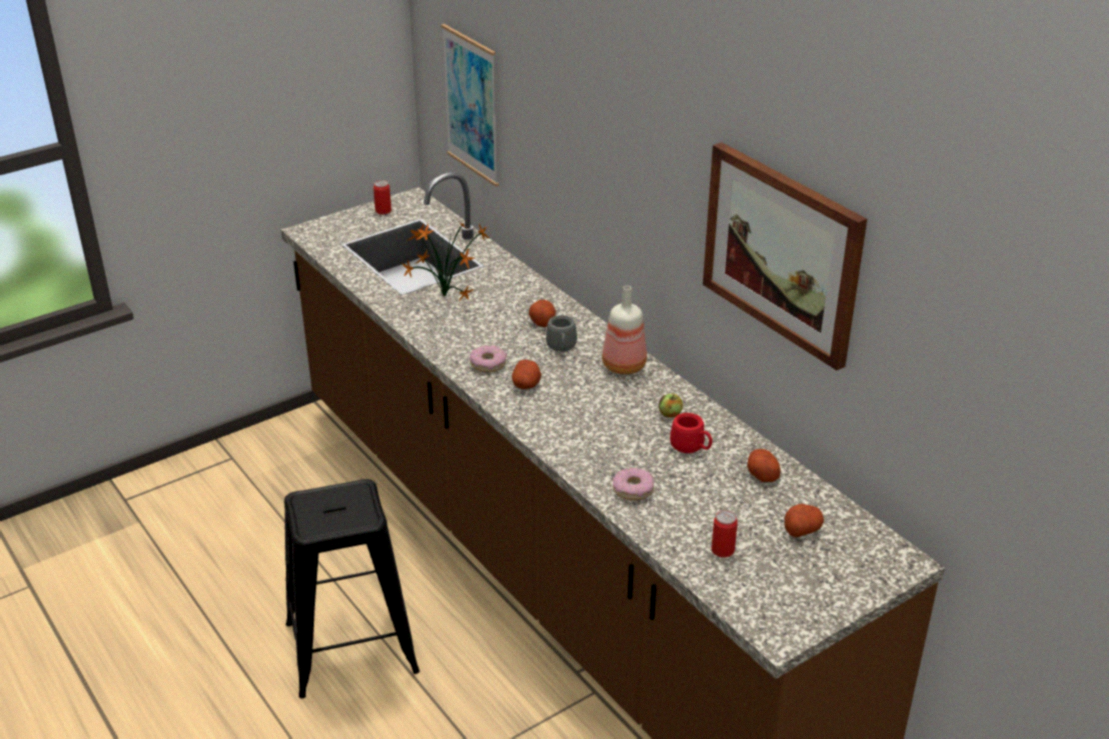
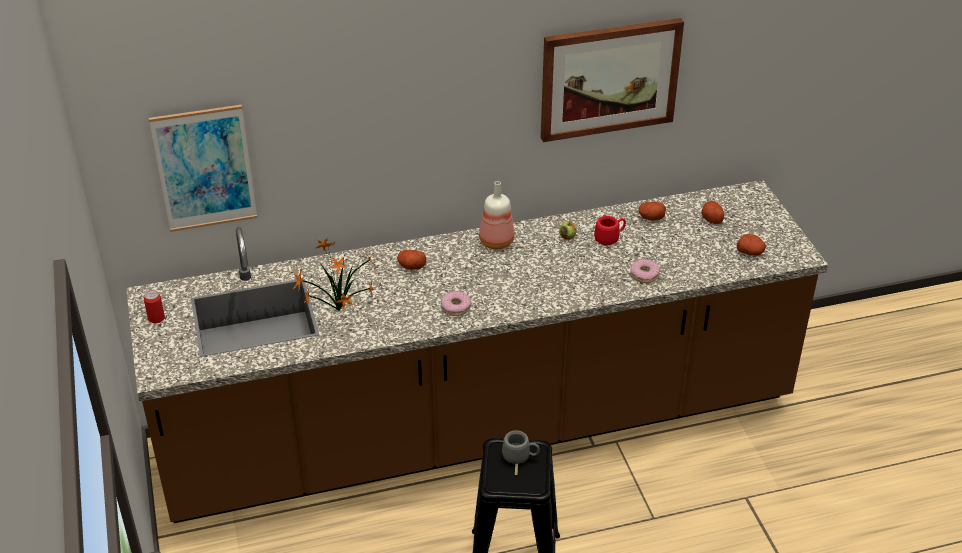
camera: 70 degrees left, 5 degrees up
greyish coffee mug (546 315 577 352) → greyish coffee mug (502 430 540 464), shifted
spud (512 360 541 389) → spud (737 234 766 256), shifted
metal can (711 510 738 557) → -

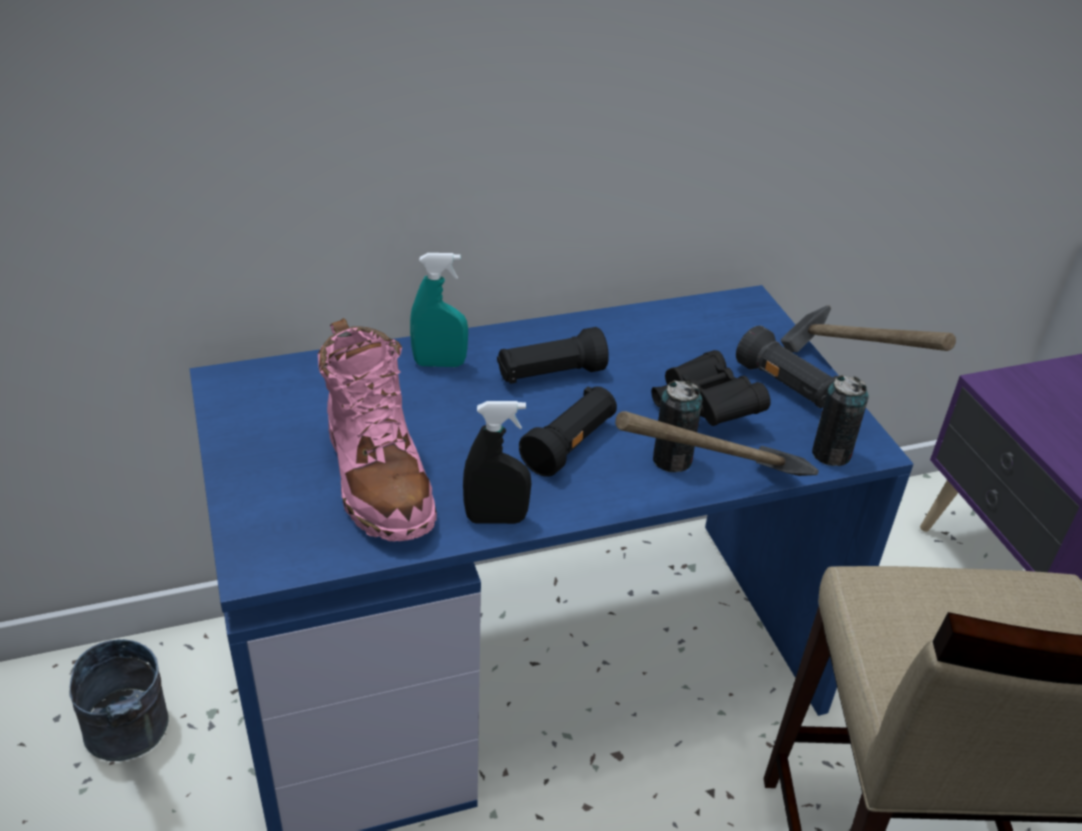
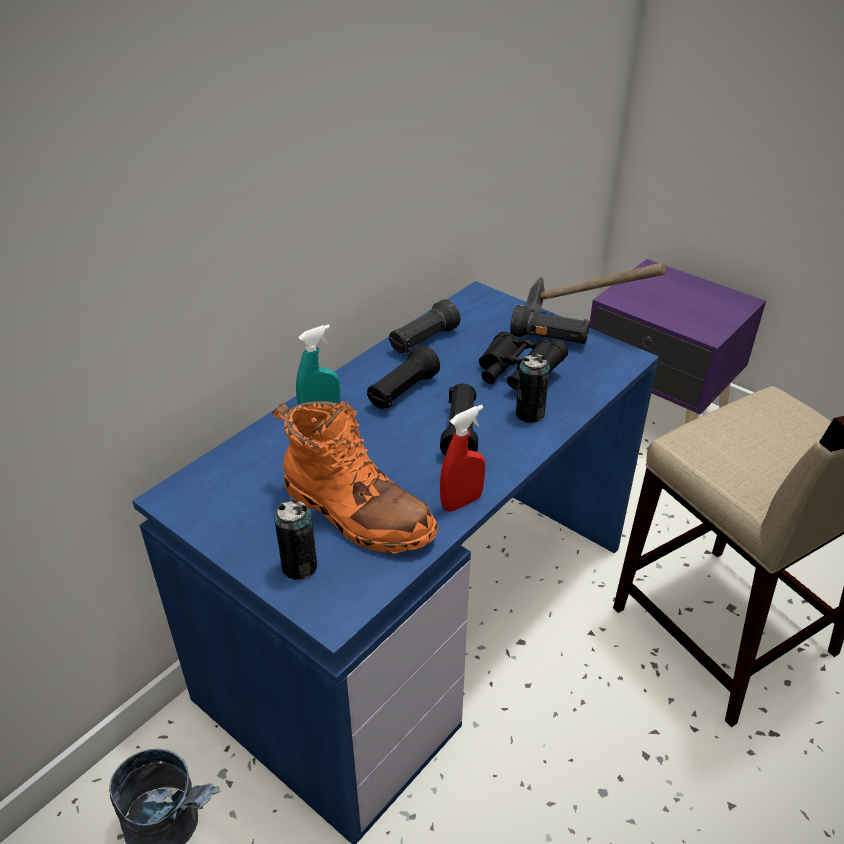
camera: 30 degrees left, 0 degrees up
pinkish boot (318 318 437 541) → orange-coloured boot (272 401 438 554)
metal can (812 375 869 466) → metal can (274 500 317 580), shifted
- → blackish torch (389 299 460 353)
blackish hand sprayer (463 401 532 524) → red-coloured hand sprayer (440 405 485 511)
hammer (615 411 819 476) → -

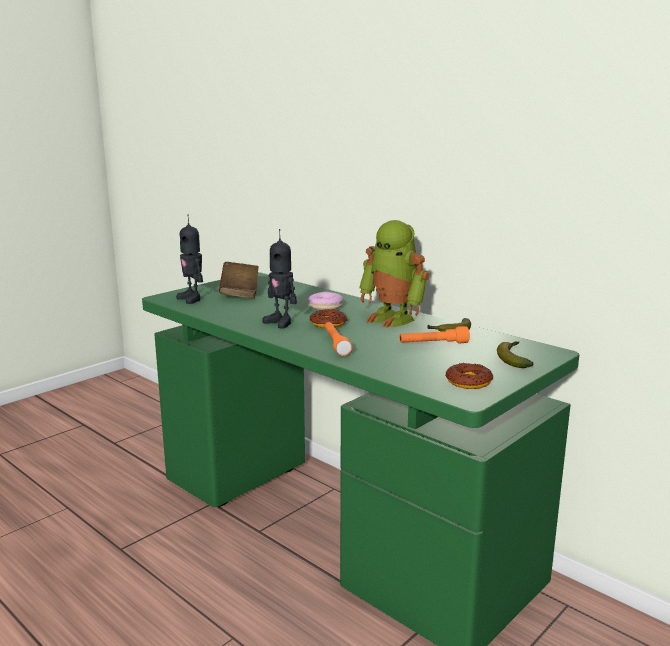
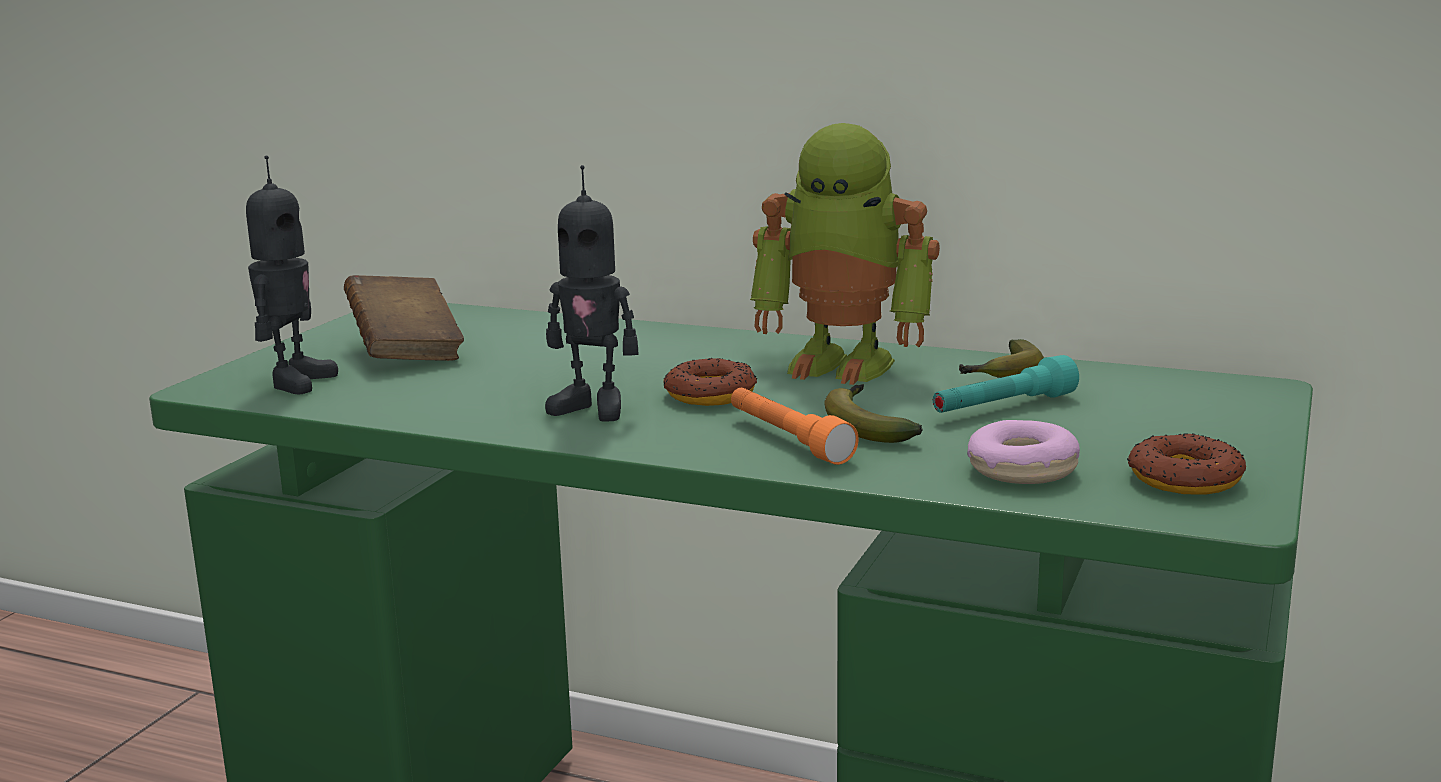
camera: 20 degrees left, 0 degrees up
robot figure (176 215 203 304) → robot figure (246 155 338 394), 105 degrees counterclockwise
banana (497 341 533 368) → banana (824 384 923 443), shifted
orange-coloured torch (400 326 470 344) → turquoise torch (933 355 1079 413)
doughnut (308 292 343 310) → doughnut (967 420 1080 484), shifted

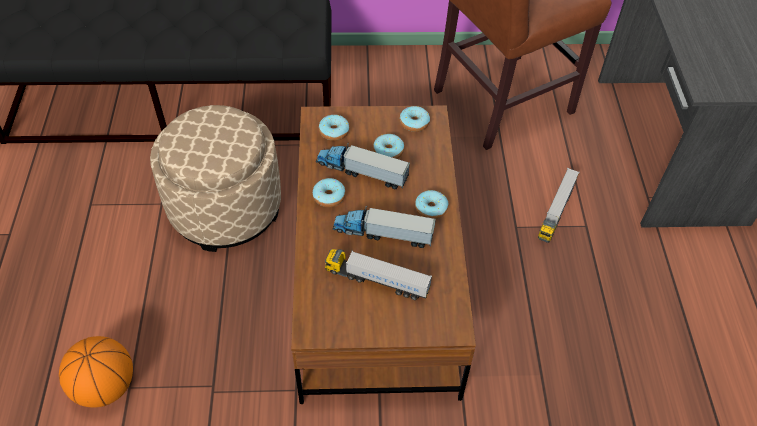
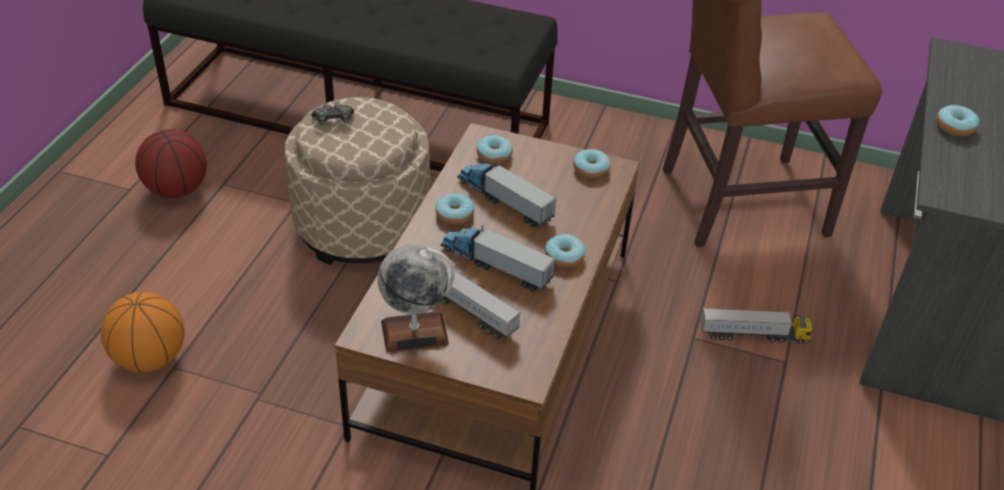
camera: 20 degrees right, 10 degrees down
- → basketball ball (135 129 207 198)
- → game controller (311 102 354 125)
- → desk globe (378 244 455 352)
toy truck (538 168 580 243) → toy truck (701 308 814 344), 135 degrees counterclockwise
doughnut (373 134 404 159) → doughnut (936 105 979 136), shifted

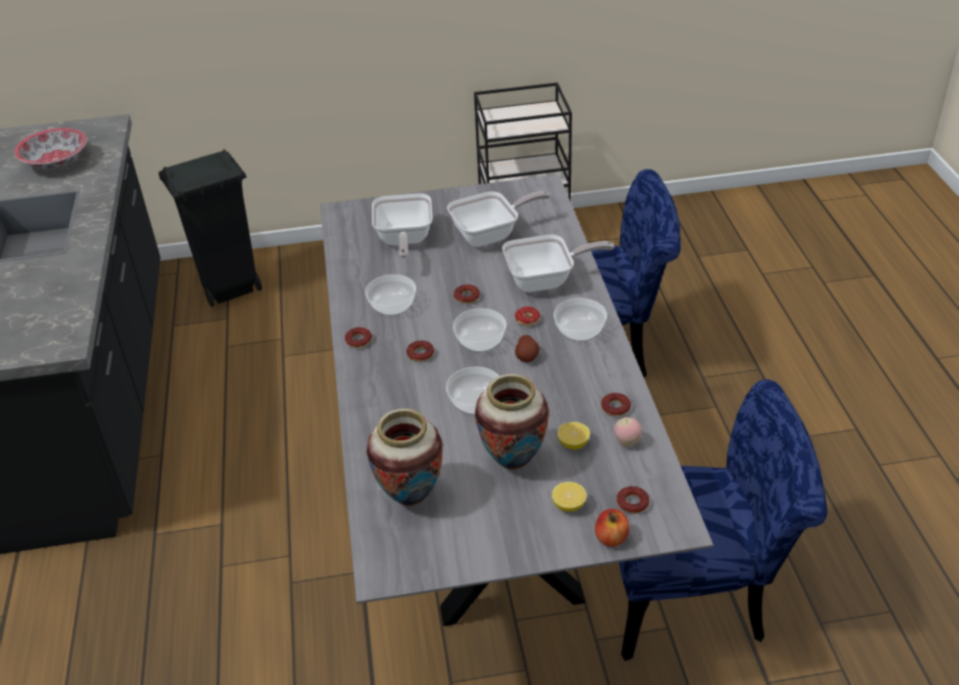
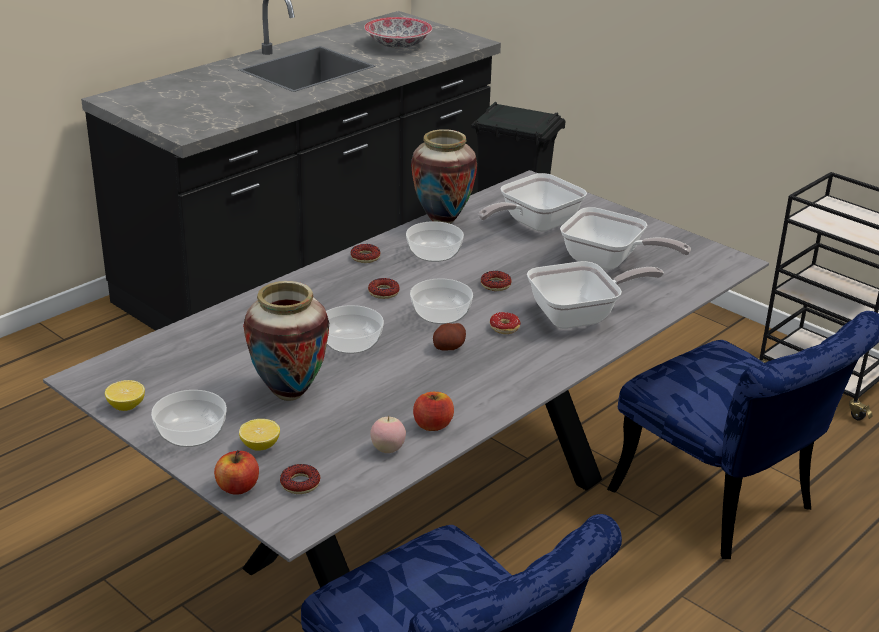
camera: 50 degrees right, 10 degrees down
citrus fruit (557 422 590 450) → citrus fruit (105 380 145 411), shifted
serving bowl (554 298 607 341) → serving bowl (151 390 227 447), shifted
vase (366 408 443 506) → vase (411 129 477 224), shifted
doughnut (601 393 631 417) → apple fruit (413 392 454 431)
pan (502 235 614 292) → pan (527 261 664 329), 60 degrees counterclockwise

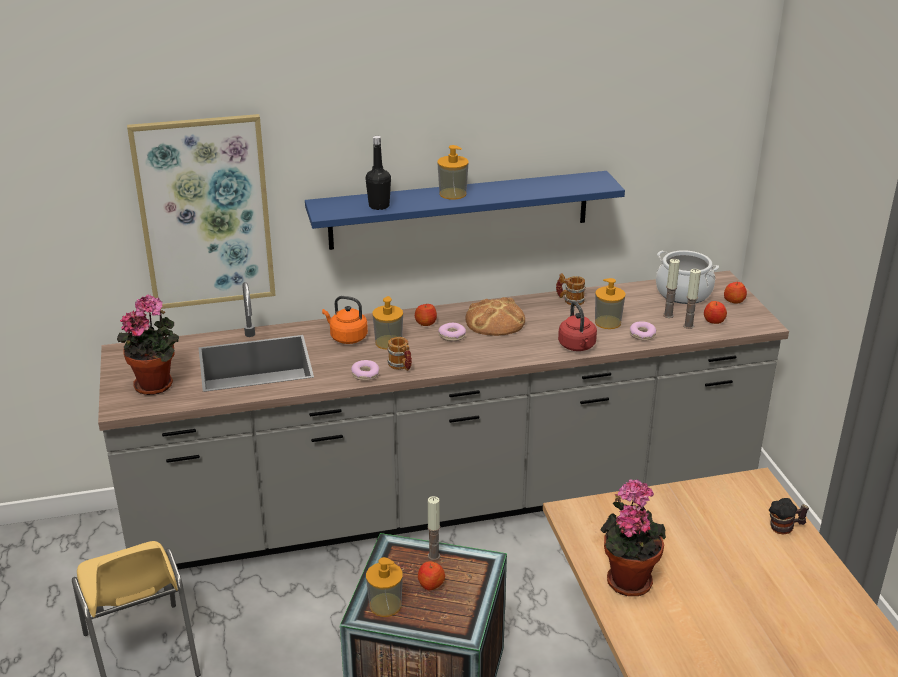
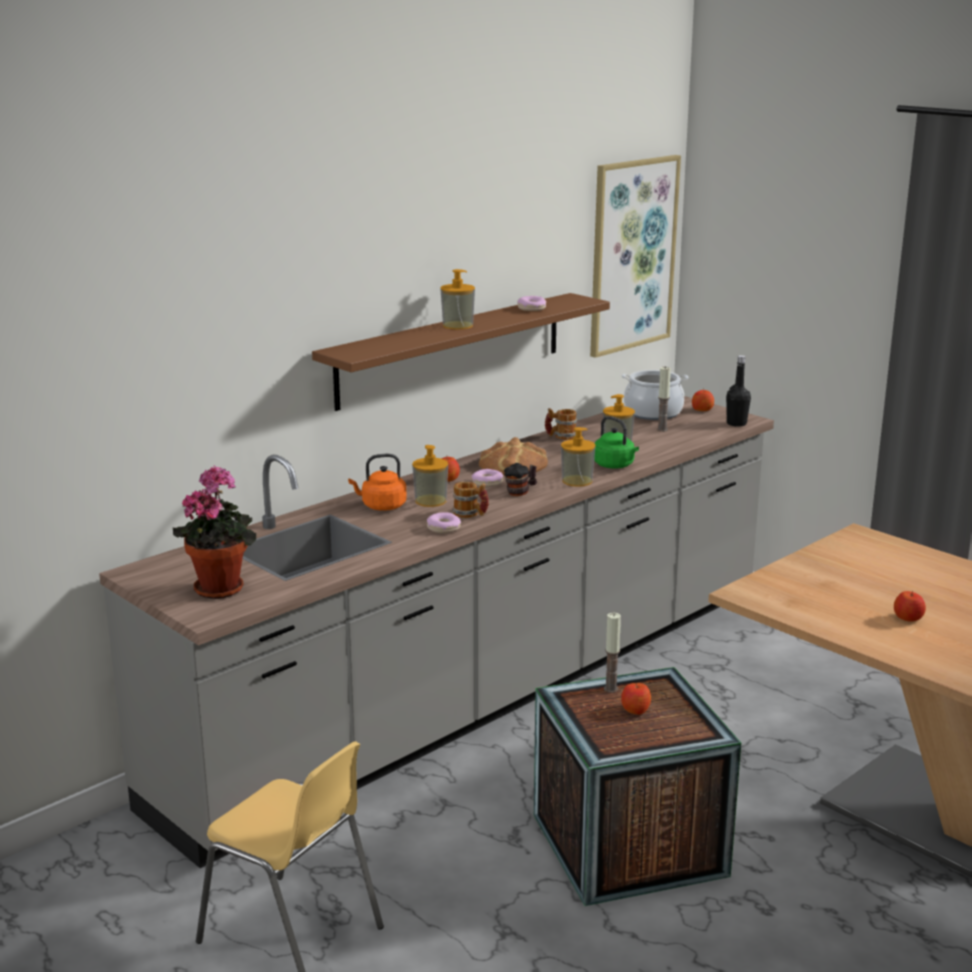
camera: 30 degrees left, 10 degrees down
blue-coloured bracket shelf (305 171 625 250) → brownish bracket shelf (312 293 610 411)
coffee mug (769 498 809 534) → coffee mug (504 463 537 496), shifted
doughnut (630 321 656 341) → doughnut (517 296 546 311), shifted
liquid soap bottle (366 557 403 617) → liquid soap bottle (561 427 595 487), shifted
wall art (127 114 276 309) → wall art (590 155 681 358), shifted
red-coloured kettle (558 301 597 351) → green kettle (594 416 639 469)
blackish drink bottle (366 136 391 210) → blackish drink bottle (726 355 751 427), shifted
apple fruit (704 301 727 324) → apple fruit (894 591 926 622), shifted
houseplant (600 479 666 596) → -
wax light (683 269 701 329) → -

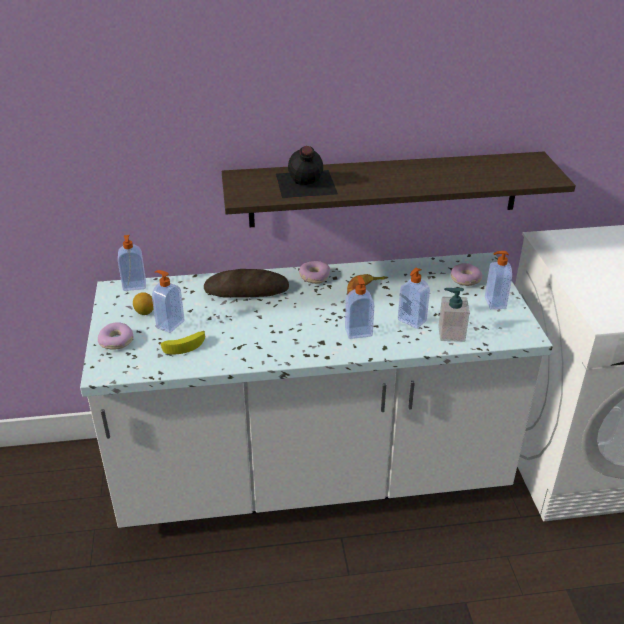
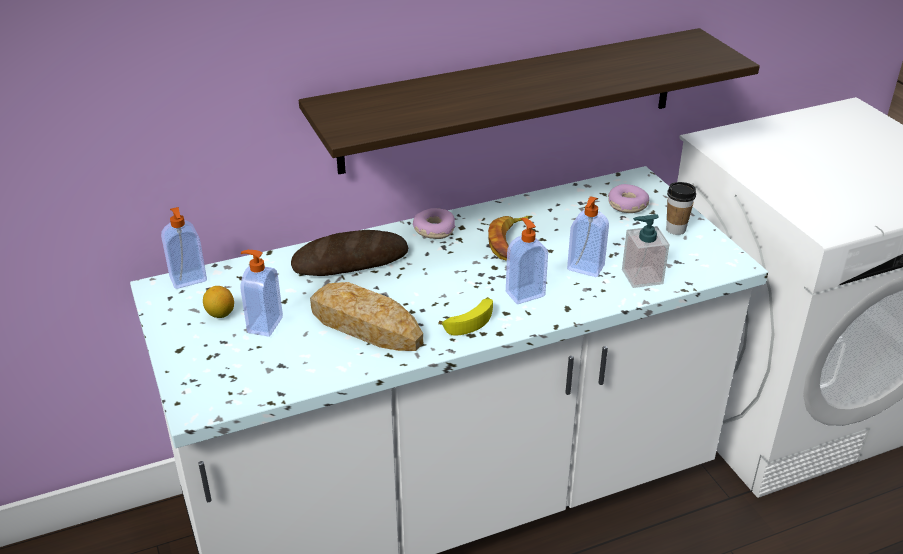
camera: 15 degrees left, 0 degrees up
- → baked bread (310 282 423 351)
banana (158 331 205 355) → banana (438 297 493 336), shifted
liquid soap bottle (485 251 512 309) → small cup (666 182 696 235)
doughnut (98 322 134 349) → -
blackish drink bottle (276 146 338 198) → -

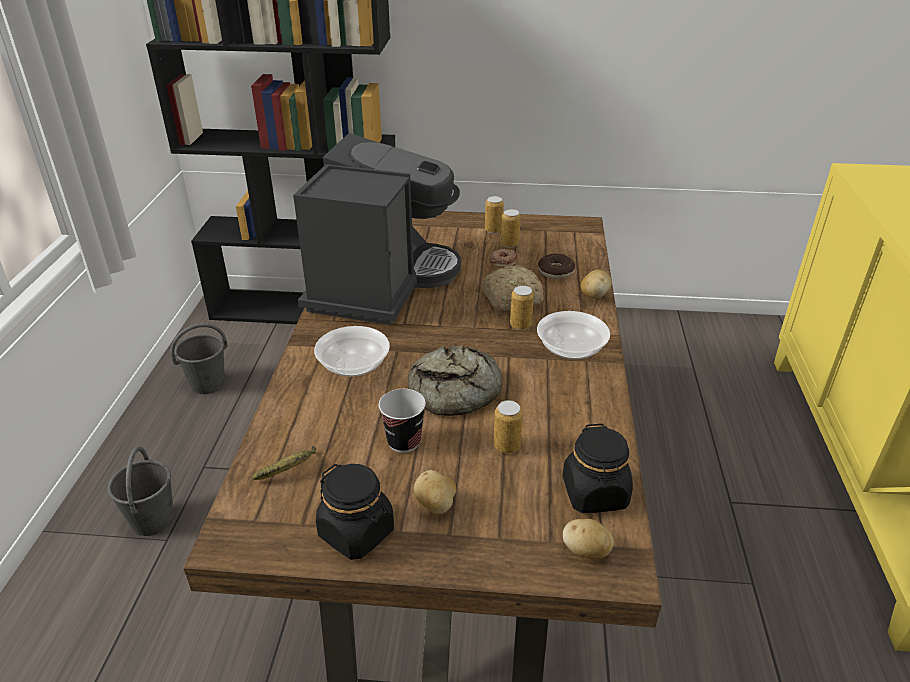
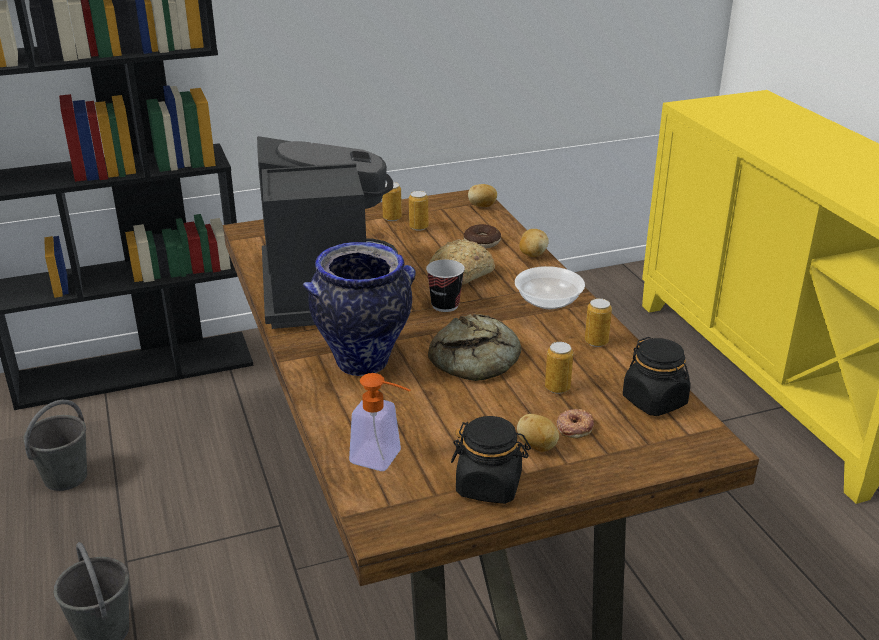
camera: 25 degrees left, 5 degrees down
serving bowl (314 326 390 377) → vase (303 242 416 376)
banana (252 446 316 480) → liquid soap bottle (349 373 410 471)
small cup (379 389 426 453) → small cup (426 259 465 312), shifted
spud (563 519 614 559) → spud (468 184 497 207), shifted
doughnut (490 249 517 267) → doughnut (557 409 594 438), shifted
metal can (510 285 534 330) → metal can (585 298 612 347), shifted

